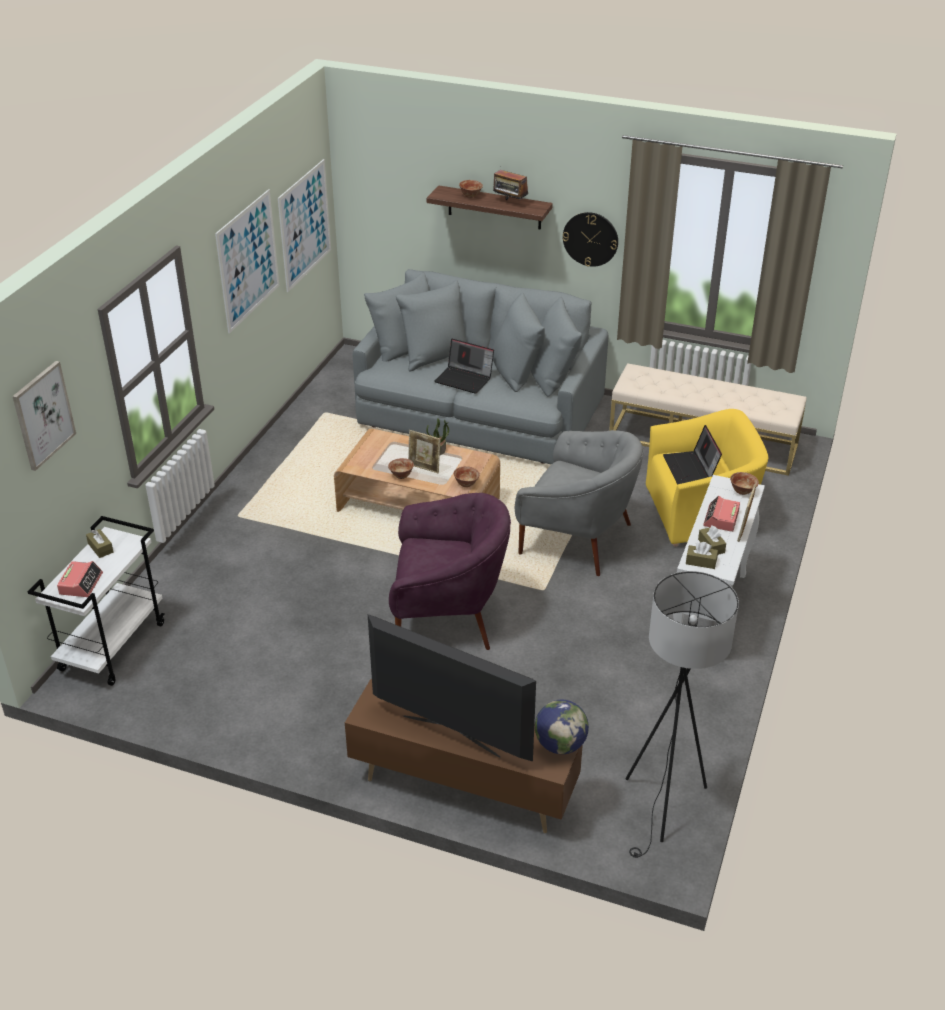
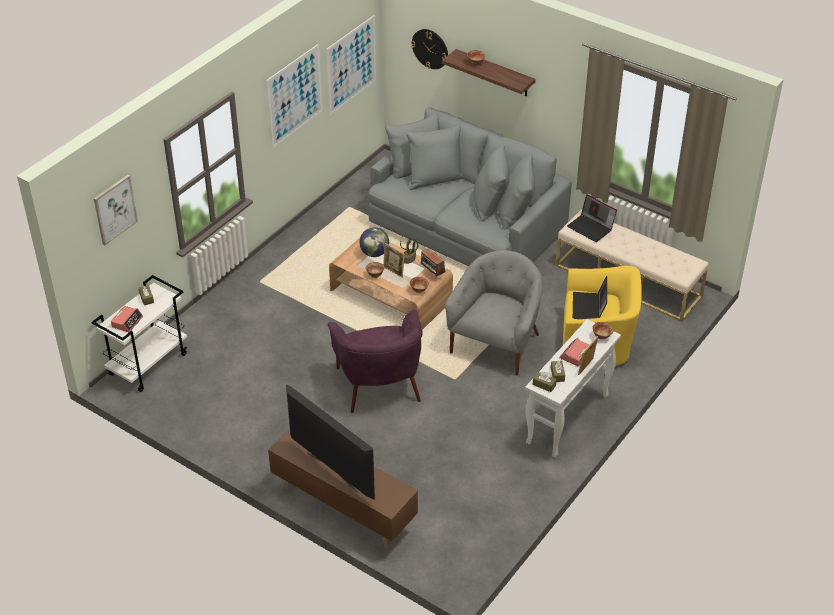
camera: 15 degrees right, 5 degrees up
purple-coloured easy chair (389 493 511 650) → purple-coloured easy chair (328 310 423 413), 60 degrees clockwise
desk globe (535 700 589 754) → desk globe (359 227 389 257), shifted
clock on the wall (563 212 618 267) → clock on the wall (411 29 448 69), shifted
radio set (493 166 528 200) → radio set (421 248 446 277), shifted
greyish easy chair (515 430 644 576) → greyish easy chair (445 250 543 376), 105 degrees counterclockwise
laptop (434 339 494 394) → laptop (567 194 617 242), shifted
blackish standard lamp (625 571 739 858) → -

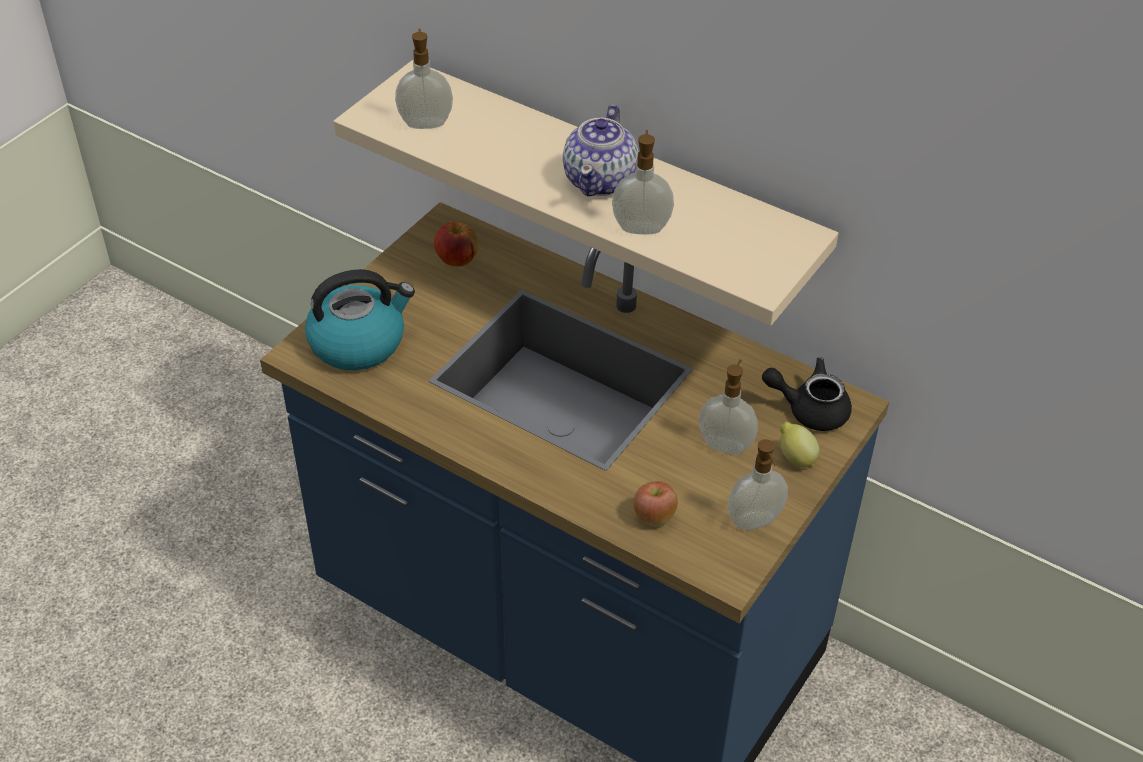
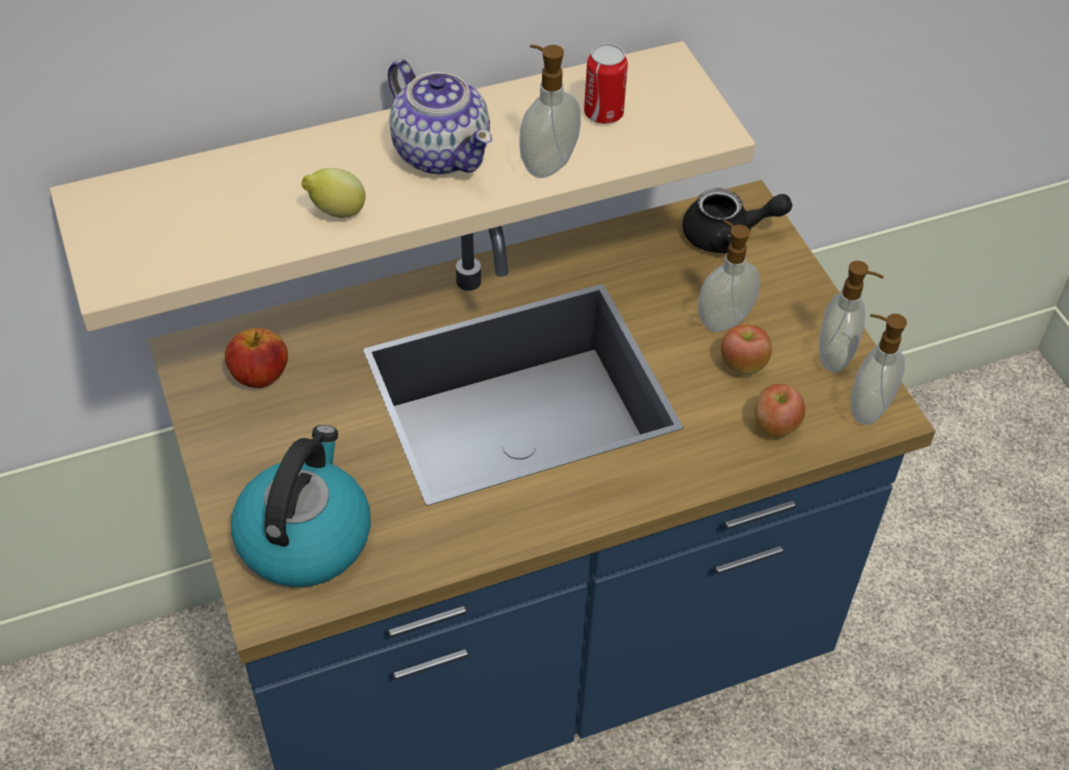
camera: 55 degrees left, 5 degrees up
citrus fruit (780 421 819 467) → citrus fruit (301 168 365 218), shifted
- → metal can (584 43 628 124)
blackish tea pot (762 357 852 431) → blackish tea pot (682 188 792 253), 135 degrees counterclockwise
- → apple fruit (721 324 772 375)
liquid soap bottle (395 29 453 129) → liquid soap bottle (851 314 907 424), shifted

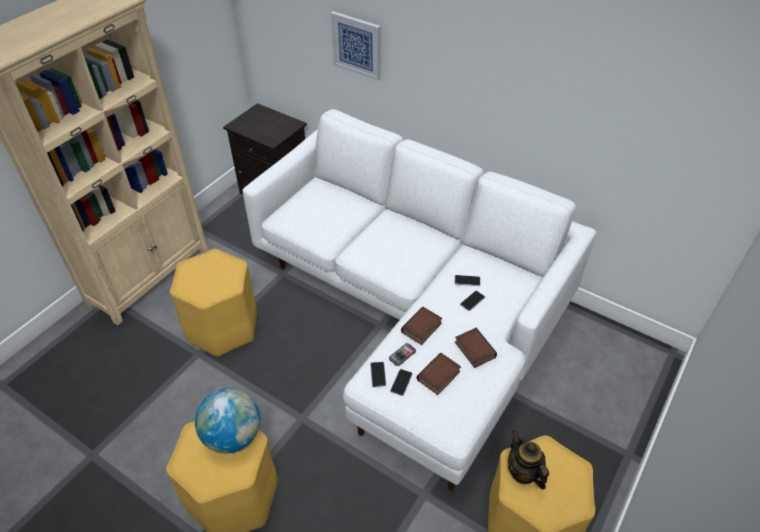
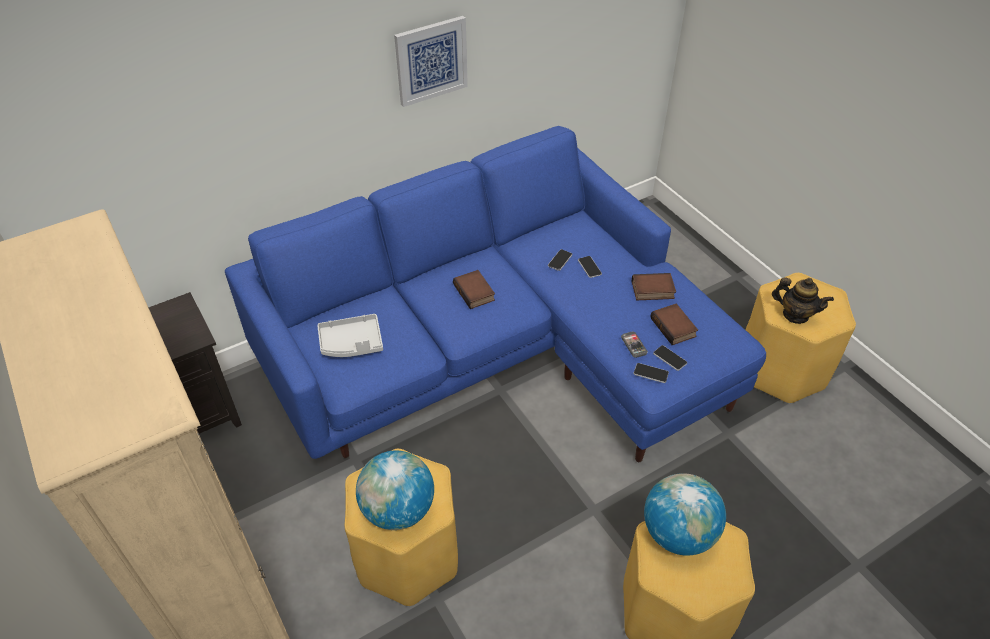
camera: 65 degrees left, 0 degrees up
white couch (242 109 597 491) → blue-coloured couch (225 126 766 462)
- → greyish carrying tray (317 314 383 357)
- → desk globe (356 451 434 530)
wall art (331 11 381 81) → wall art (394 16 468 107), shifted
bound book (401 306 442 345) → bound book (453 270 495 309), shifted
tea pot (508 430 549 489) → tea pot (772 277 834 324), 150 degrees counterclockwise

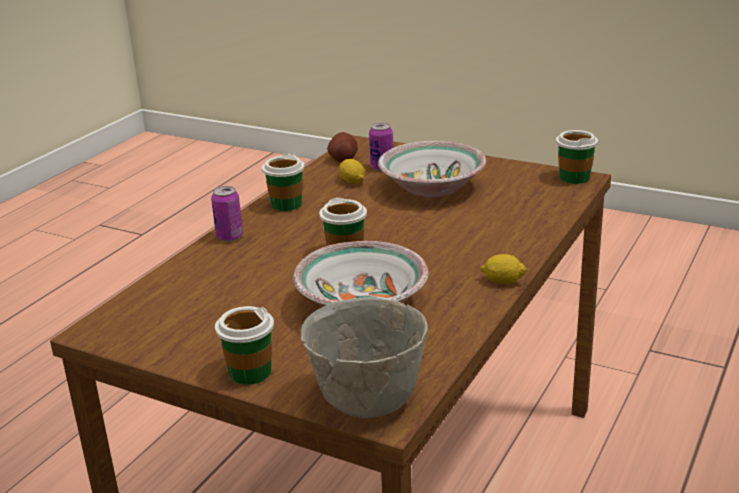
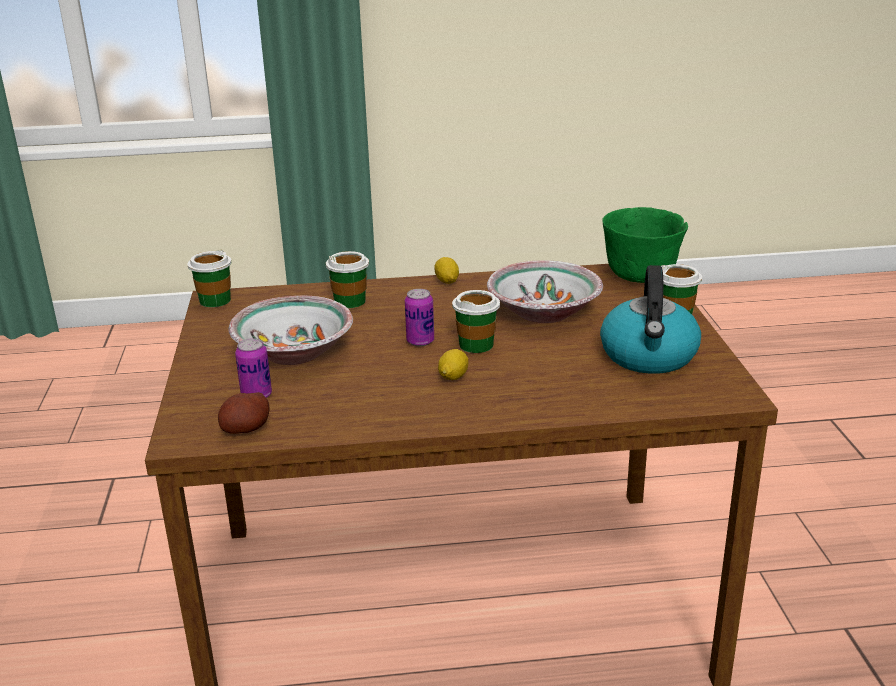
camera: 125 degrees left, 0 degrees up
small cup (262 153 305 211) → small cup (326 251 369 308), shifted
metal can (211 186 243 242) → metal can (405 289 434 346), shifted
citrus fruit (339 159 365 184) → citrus fruit (438 349 469 380), shifted
- → kettle (600 265 701 374)
greyish serving bowl (301 297 428 418) → green serving bowl (602 207 688 283)

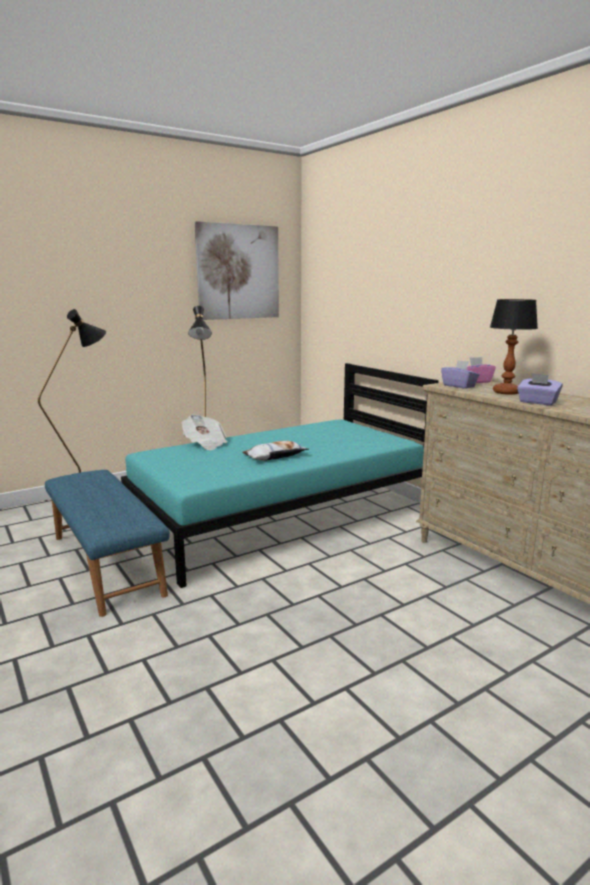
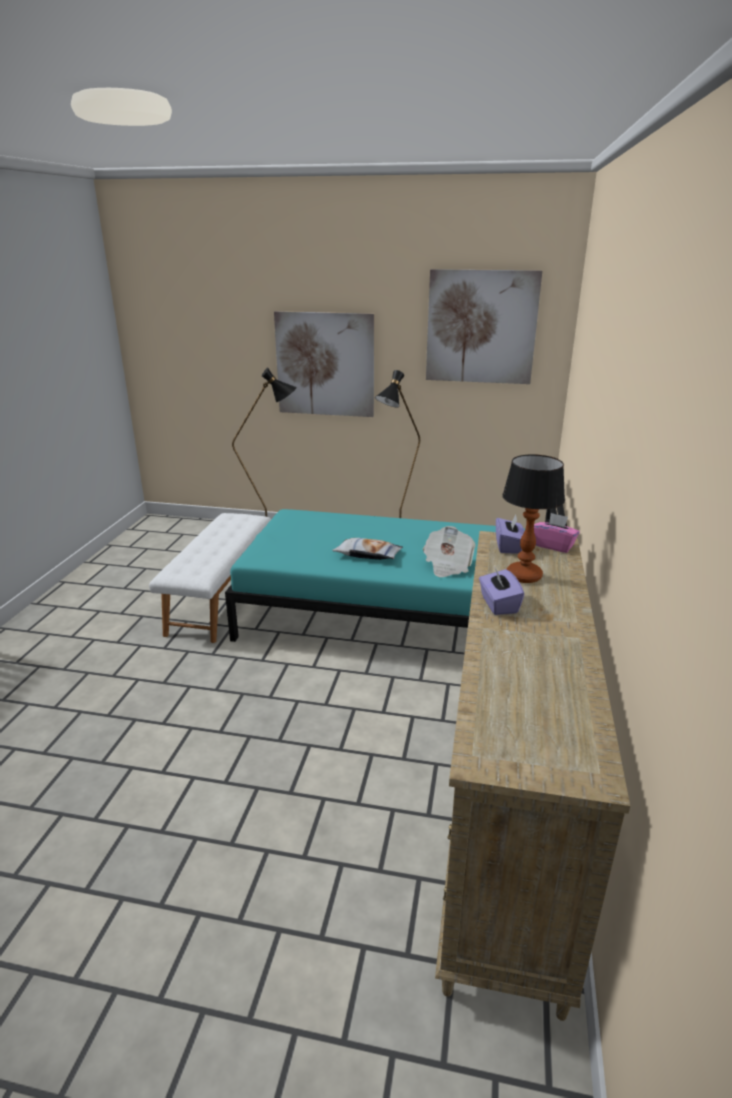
camera: 45 degrees right, 10 degrees up
blue-coloured long seat (45 470 170 617) → white long seat (149 513 271 643)
- → wall art (274 311 374 417)
printed paper (182 414 228 450) → printed paper (423 526 476 577), shifted

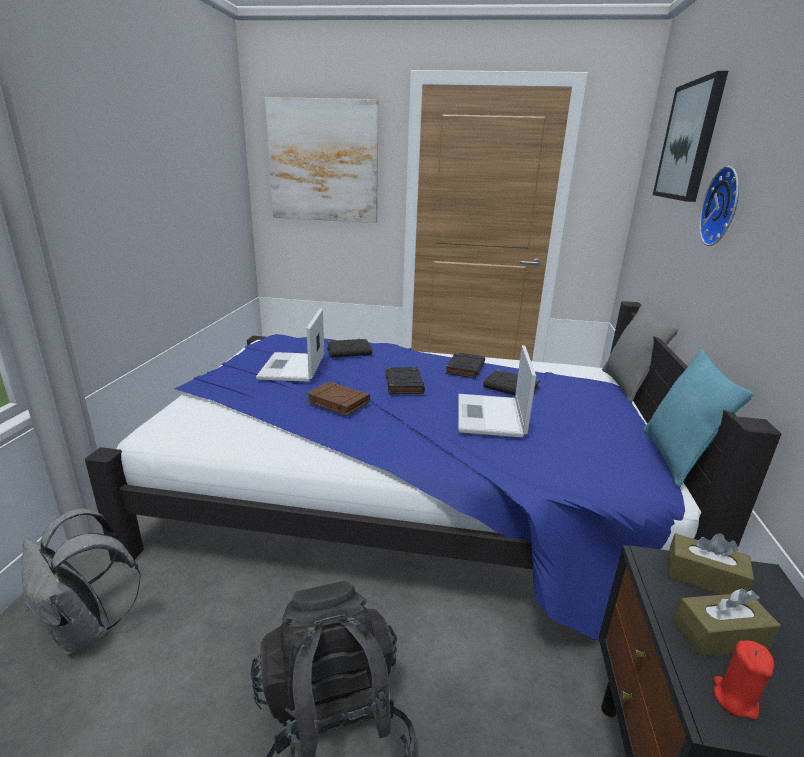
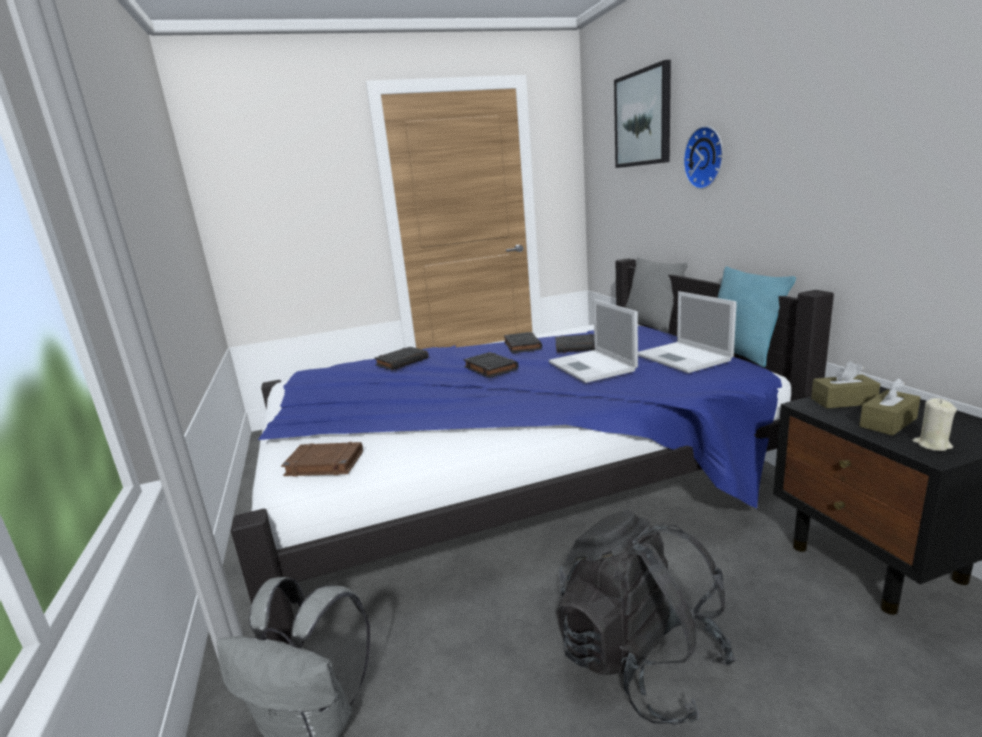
camera: 25 degrees left, 5 degrees down
brownish bound book (306 382 370 416) → brownish bound book (281 442 363 477), shifted
laptop (256 308 324 382) → laptop (638 291 737 373), shifted
red-coloured wax light (713 641 775 719) → beige-coloured wax light (912 398 957 451)
wall art (265 97 379 223) → -

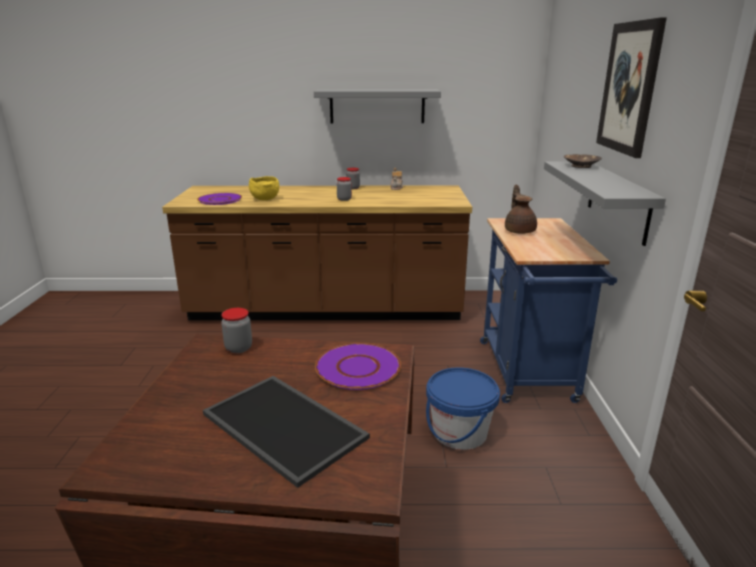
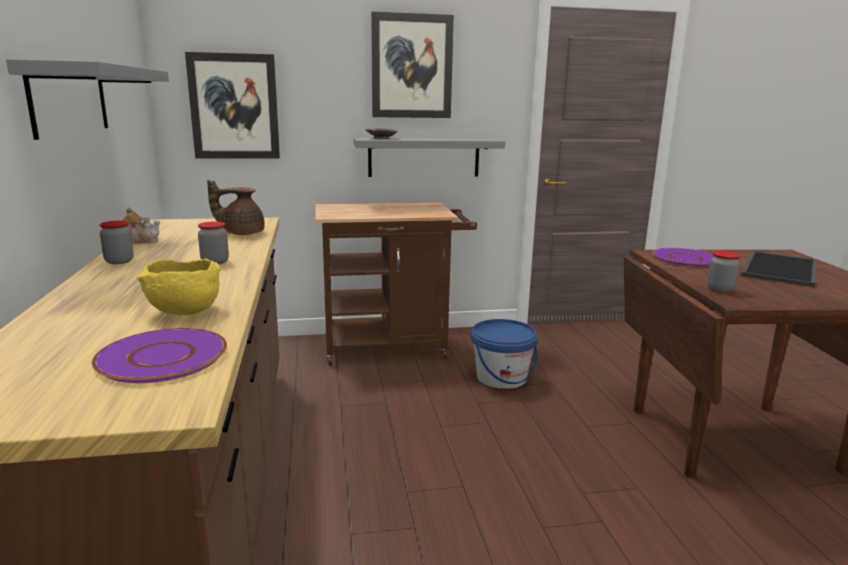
camera: 100 degrees left, 5 degrees down
- → wall art (185 52 280 159)
brownish tea pot (505 184 537 234) → brownish tea pot (207 179 265 235), shifted
blue-coloured cart (480 218 617 403) → brownish cart (315 203 477 365)

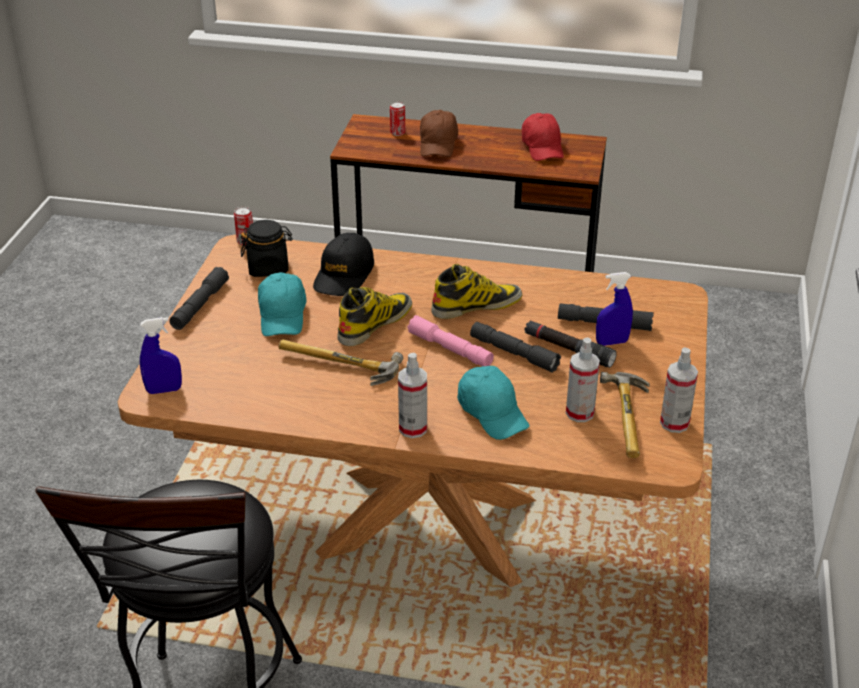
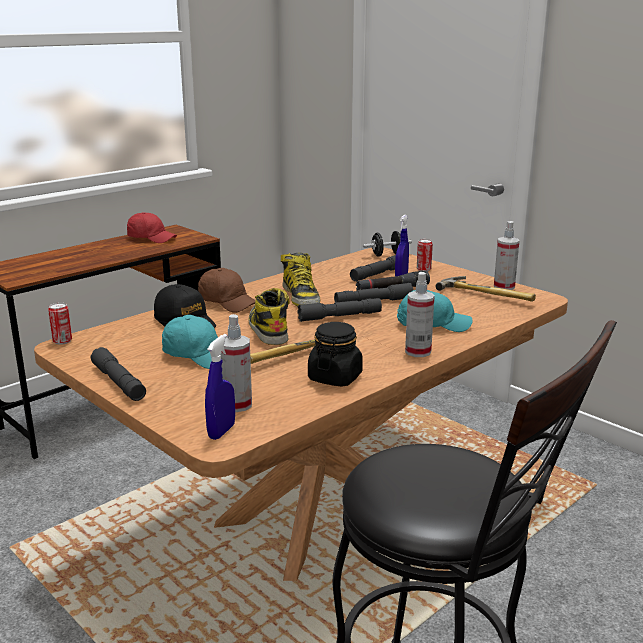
camera: 55 degrees left, 15 degrees down
brownish peaked cap (420 110 458 157) → brownish peaked cap (198 268 256 313), shifted
hand sprayer (566 337 600 422) → hand sprayer (220 314 252 412), shifted
boot (431 264 522 319) → boot (281 252 320 306), 150 degrees clockwise
pinkish torch (408 315 494 366) → greyish torch (297 298 382 322)
blackish jar (241 220 293 277) → blackish jar (308 322 363 387), shifted
- → blackish free weight (363 231 412 257)
metal can (390 102 405 136) → metal can (417 239 433 271), shifted

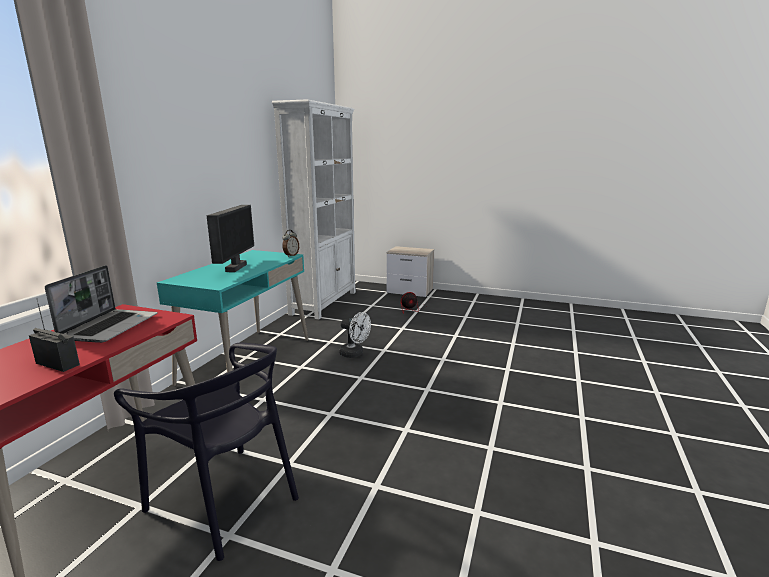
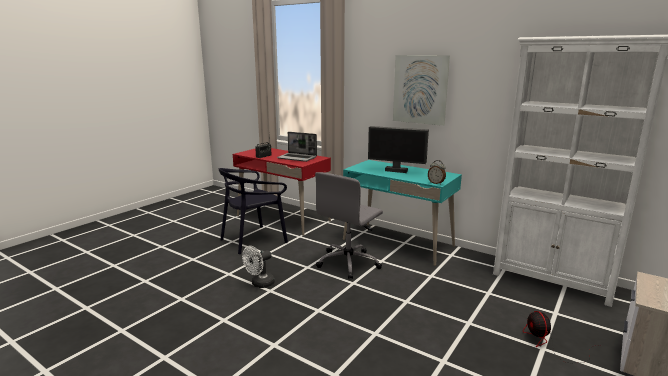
camera: 105 degrees right, 0 degrees up
white cooling fan (339 312 371 358) → white cooling fan (242 246 275 288), shifted
- → greyish office chair (315 172 383 279)
- → wall art (393 55 450 126)

